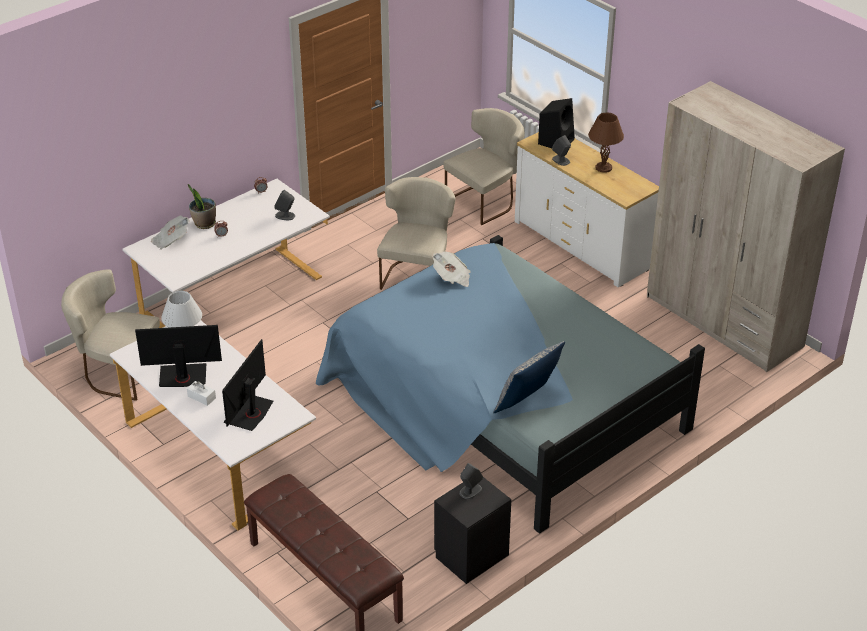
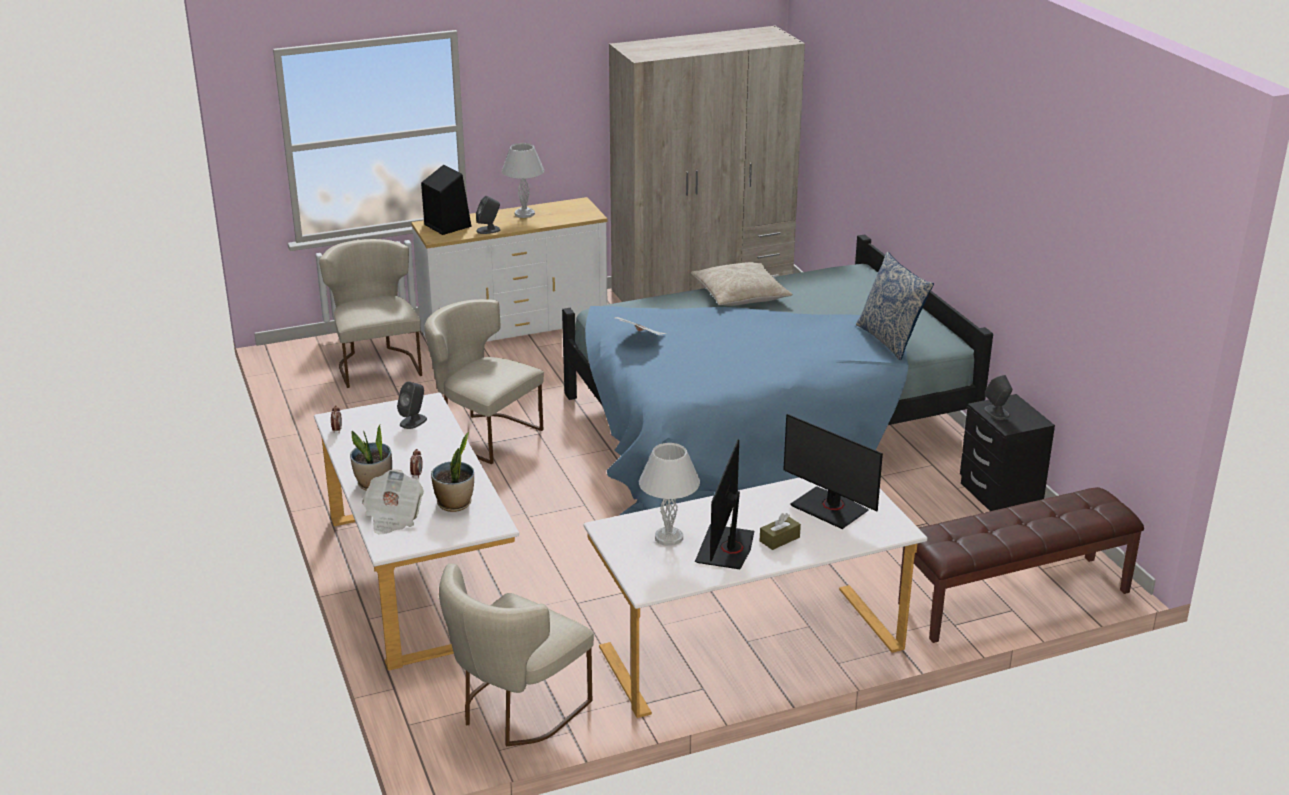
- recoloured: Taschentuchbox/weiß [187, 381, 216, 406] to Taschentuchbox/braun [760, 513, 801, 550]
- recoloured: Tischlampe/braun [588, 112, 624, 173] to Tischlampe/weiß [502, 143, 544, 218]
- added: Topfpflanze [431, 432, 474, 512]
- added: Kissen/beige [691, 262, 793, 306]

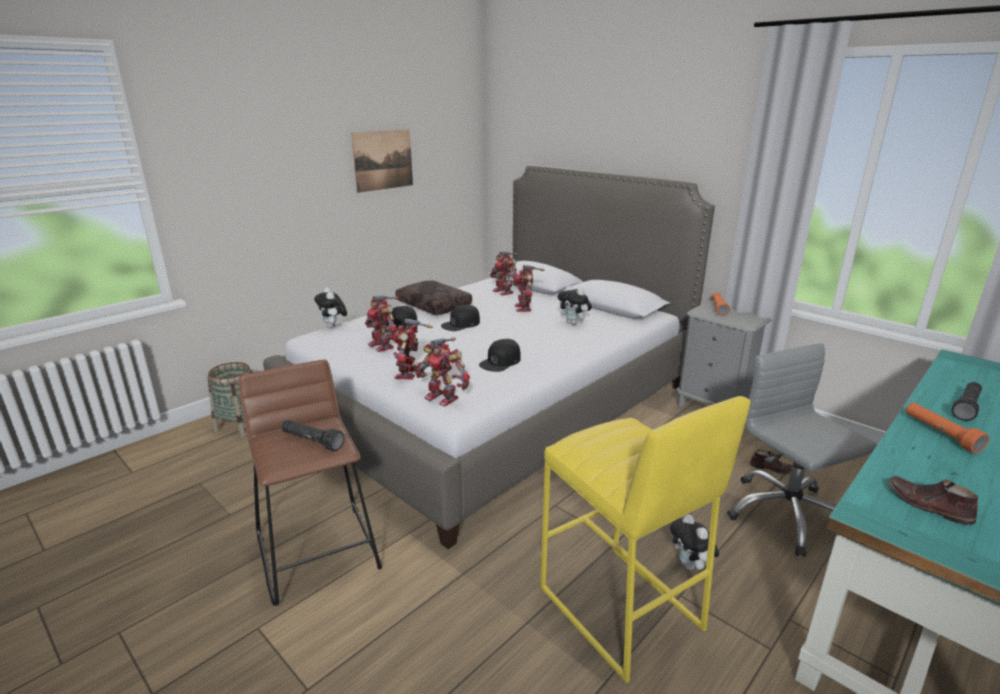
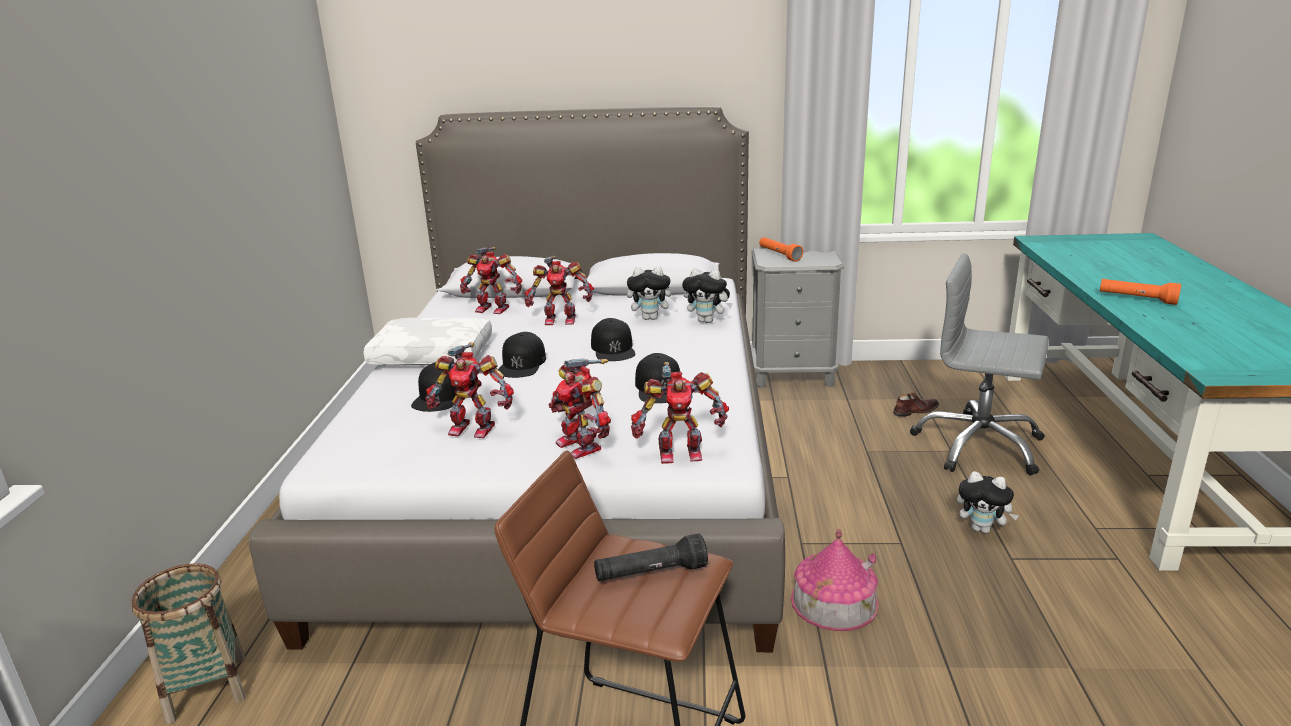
- moved: Plüschtier [314, 287, 347, 328] to [682, 268, 733, 323]
- removed: Bild [351, 129, 413, 193]
- recoloured: Kissen/braun [395, 280, 472, 315] to Kissen/weiß [364, 318, 492, 366]
- turned: Spielzeugroboter [514, 265, 545, 312] = [524, 256, 594, 325] 45 degrees counterclockwise
- removed: Hocker/gelb [540, 396, 751, 683]
- removed: Schuh/braun [888, 476, 978, 525]
- removed: Taschenlampe/schwarz [952, 382, 982, 421]
- added: Kappe/schwarz [591, 318, 635, 361]
- added: Spielzeughaus [791, 529, 879, 631]

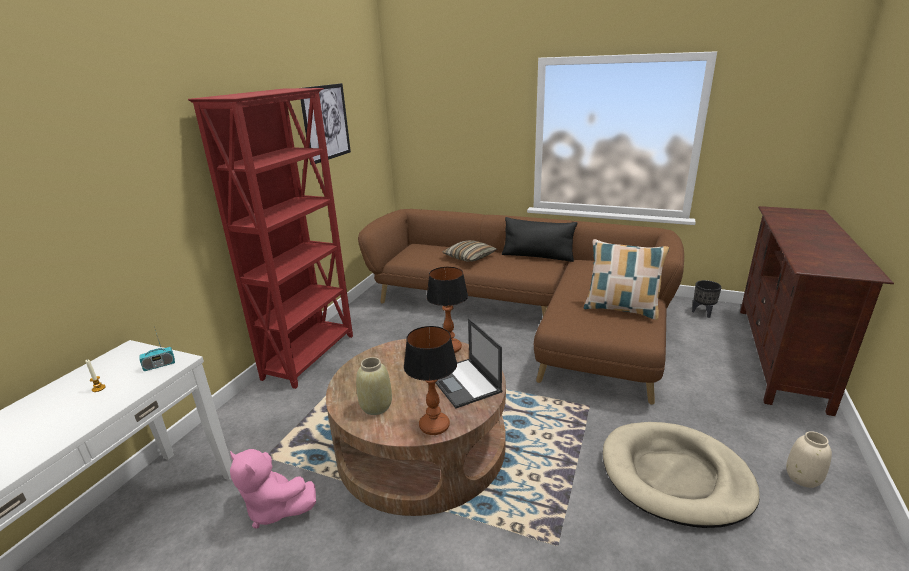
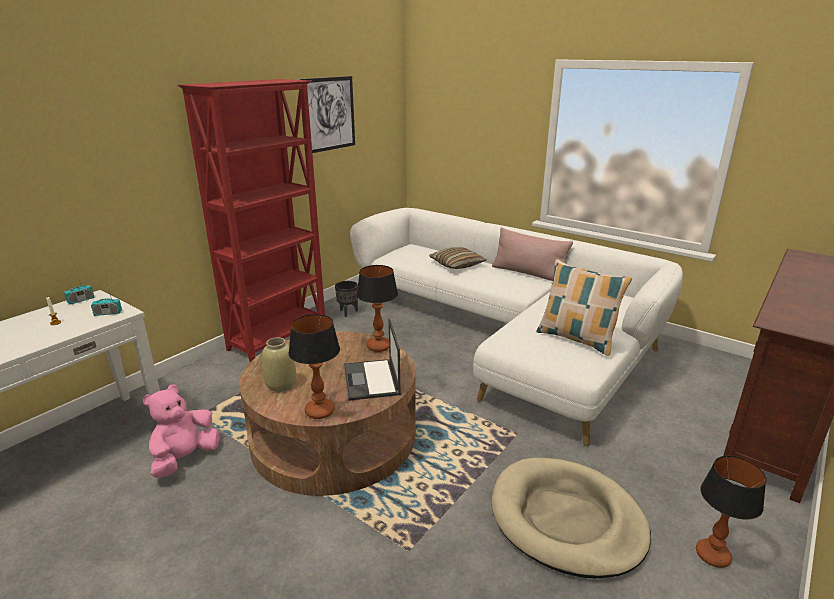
- turned: Plüschtier/rosa [230, 449, 316, 528] = [143, 384, 220, 478] 75 degrees clockwise
- recoloured: Sofa/braun [358, 209, 684, 405] to Sofa/weiß [350, 208, 683, 446]
- recoloured: Kissen/schwarz [502, 217, 578, 262] to Kissen/rosa [492, 227, 573, 281]
- moved: Pflanzkübel/schwarz [692, 280, 722, 318] to [335, 281, 358, 317]
- replaced: Vase/beige [786, 431, 832, 488] to Tischlampe [696, 456, 766, 568]
- added: Radio [64, 269, 94, 305]

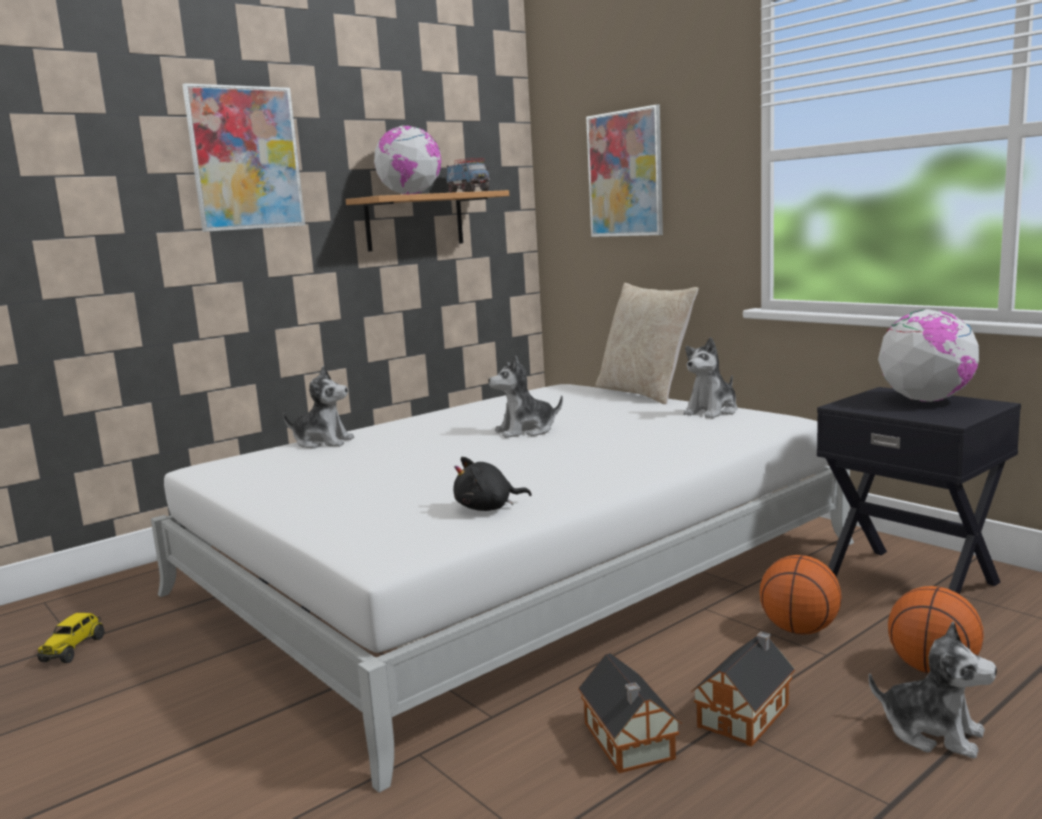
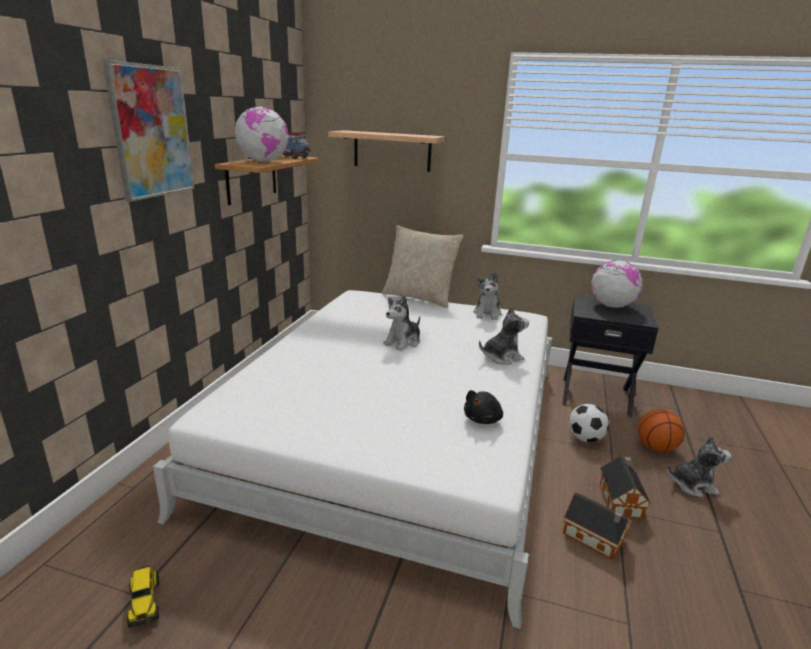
- moved: Plüschtier [283, 366, 354, 449] to [479, 306, 529, 365]
- replaced: Bild [586, 105, 663, 237] to Wandregal [328, 130, 445, 172]
- replaced: Basketball [760, 555, 842, 635] to Fußball [569, 404, 609, 443]

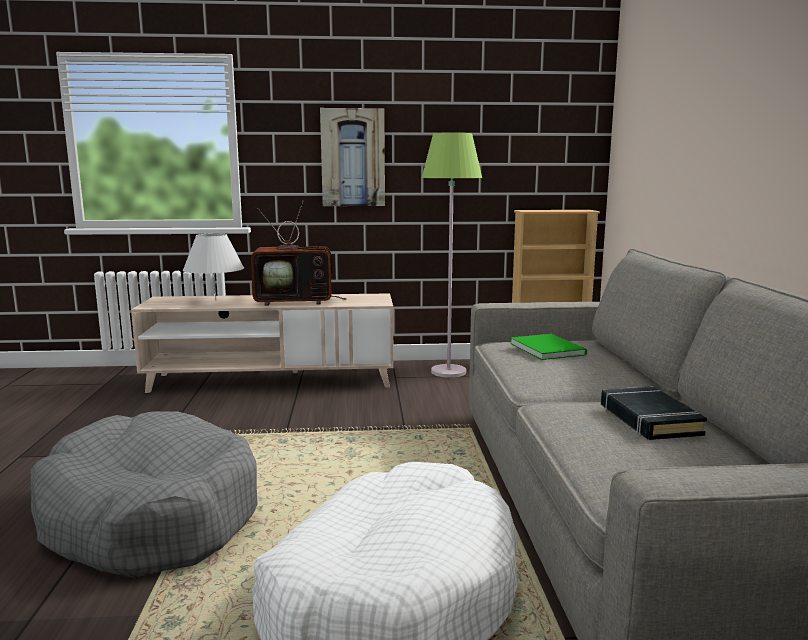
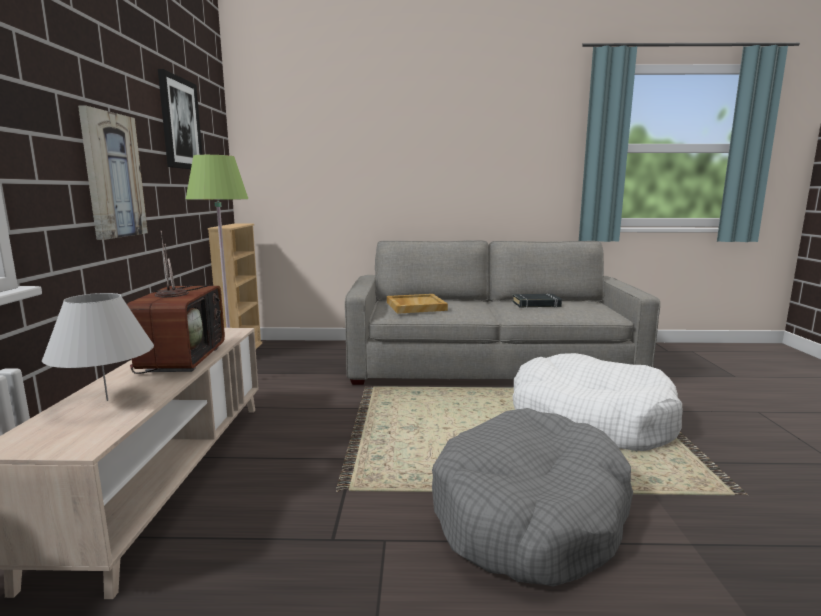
- replaced: Buch/grün [510, 334, 587, 360] to Tablett/beige [387, 294, 448, 314]
- added: Bild [158, 69, 202, 169]

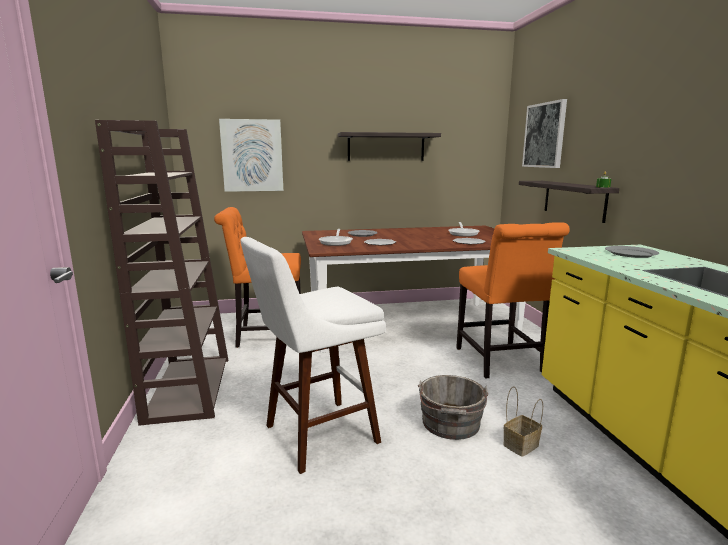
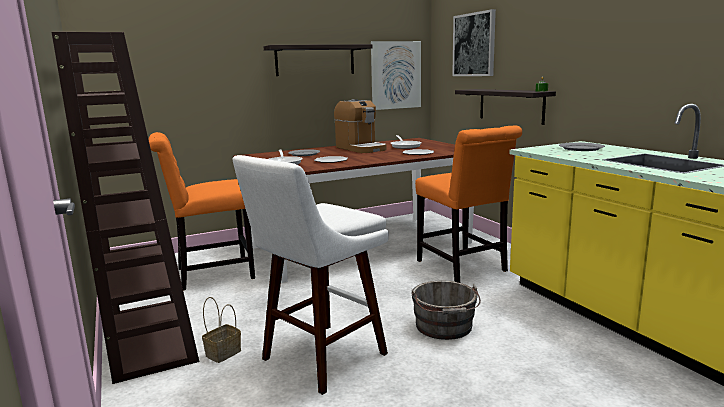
- moved: Bild [219, 119, 283, 192] to [371, 41, 421, 110]
- moved: Korb [503, 386, 543, 456] to [202, 297, 241, 363]
- added: Kaffeemaschine [334, 99, 387, 153]

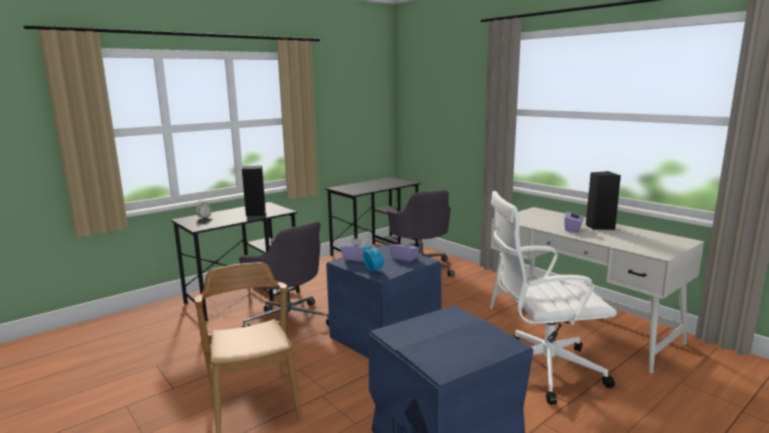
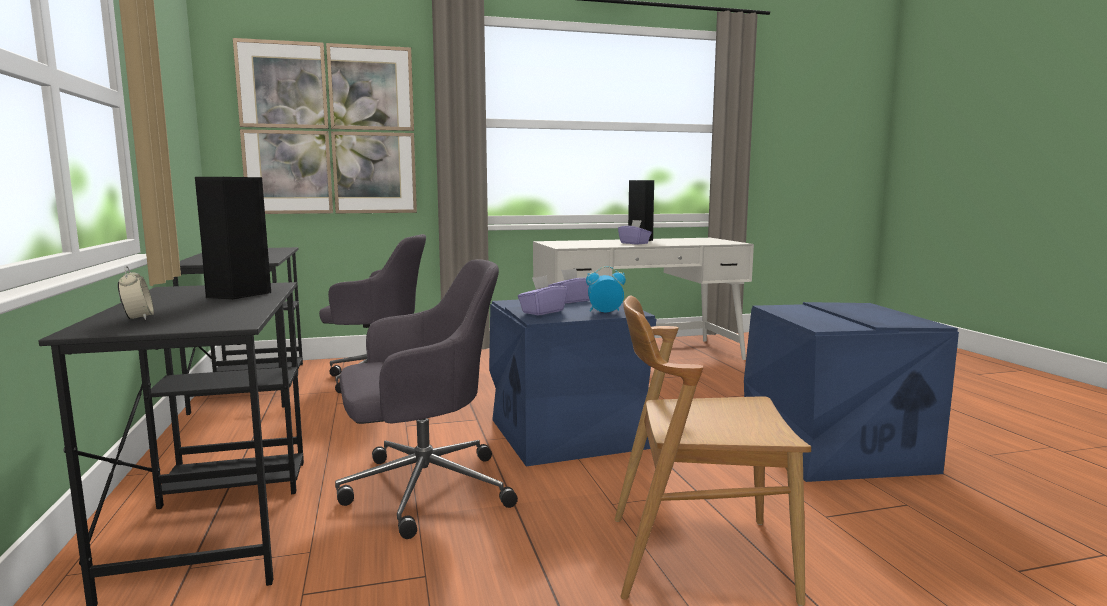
- removed: Bürostuhl/weiß [491, 191, 617, 405]
- added: Bild [233, 38, 417, 214]

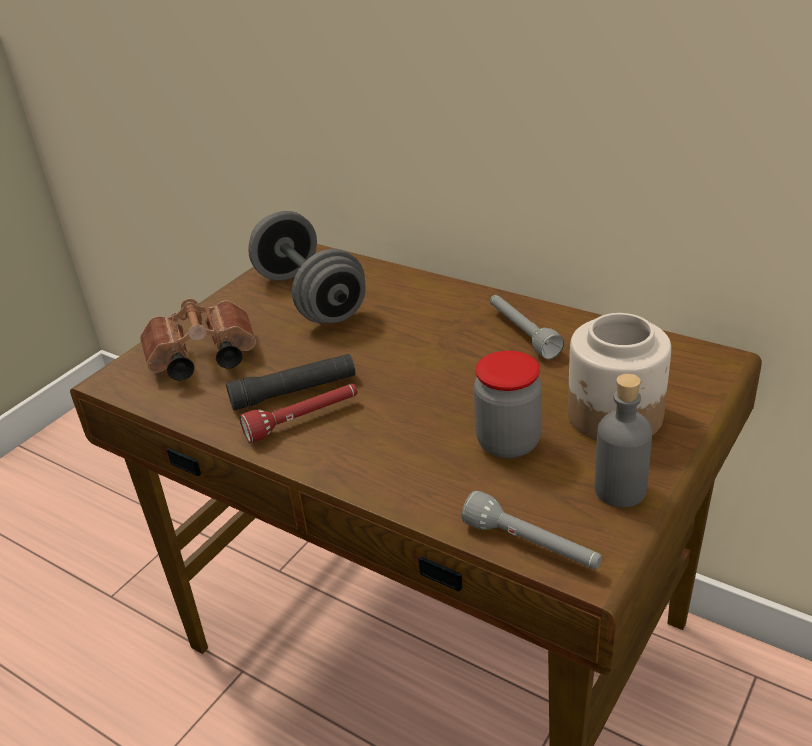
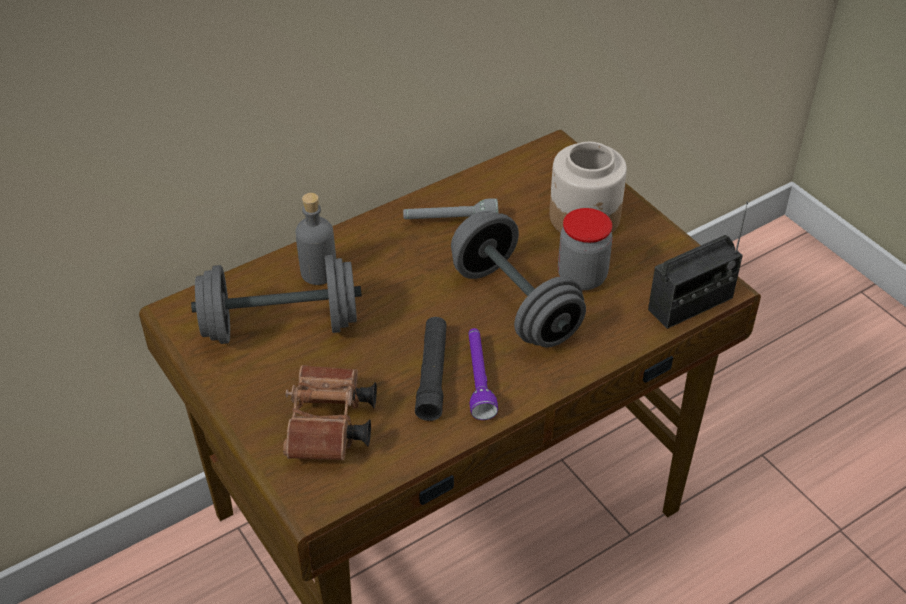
- recoloured: Taschenlampe/rot [239, 384, 358, 443] to Taschenlampe/lila [468, 328, 498, 420]
- replaced: Taschenlampe/grau [461, 491, 602, 569] to Radio [648, 201, 748, 329]
- moved: Flasche/grau [595, 374, 652, 508] to [295, 193, 336, 285]
- added: Hantel/grau [451, 211, 586, 347]

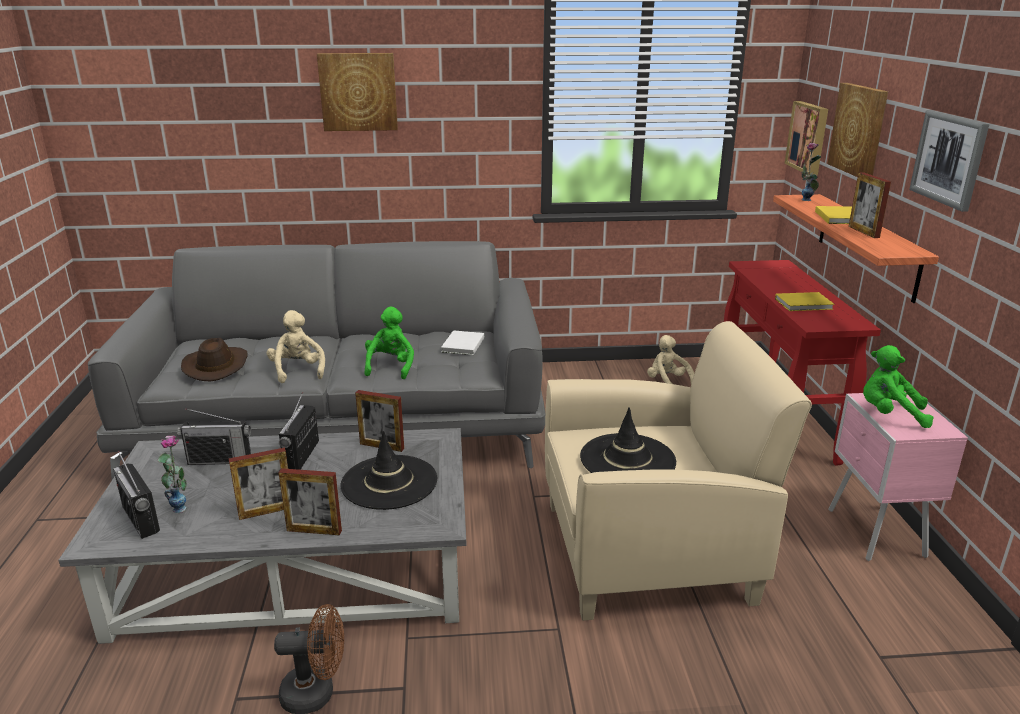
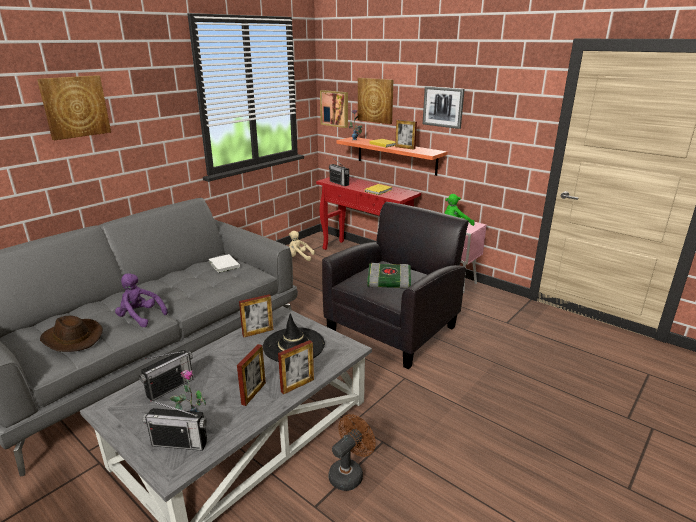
- recoloured: Plüschtier/beige [267, 310, 325, 383] to Plüschtier/lila [115, 273, 168, 327]
- moved: Radio [279, 392, 319, 470] to [329, 159, 349, 186]
- removed: Plüschtier/grün [365, 306, 414, 379]
- recoloured: Sessel/beige [545, 321, 812, 621] to Sessel/schwarz [322, 202, 469, 369]
- replaced: Hut/schwarz [580, 407, 676, 473] to Buch [367, 263, 411, 289]

